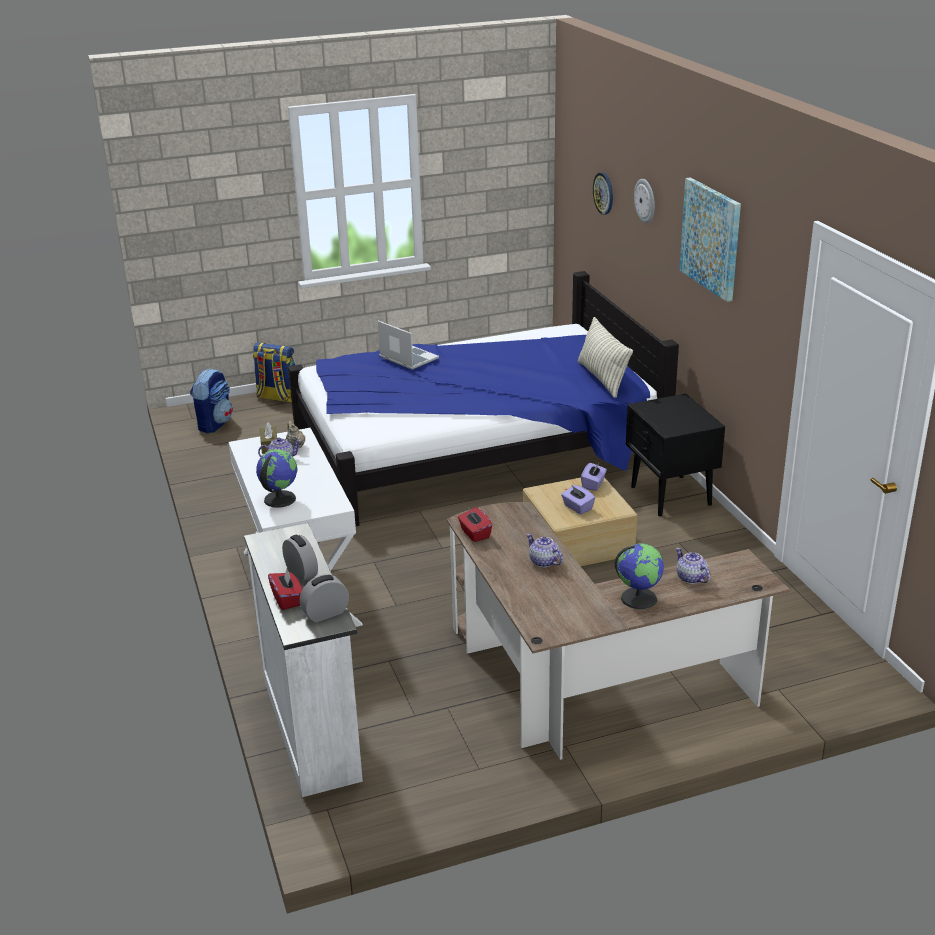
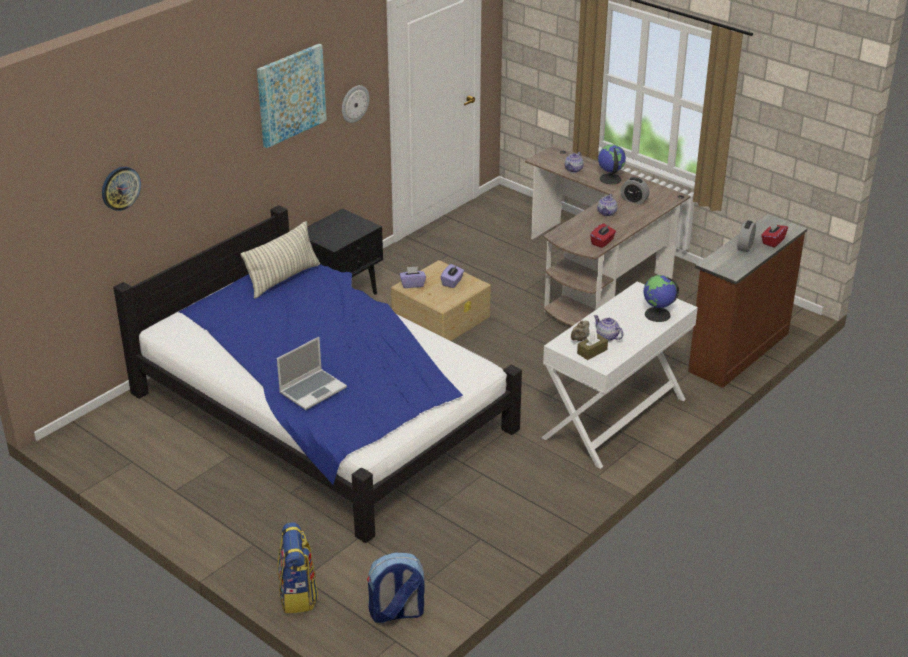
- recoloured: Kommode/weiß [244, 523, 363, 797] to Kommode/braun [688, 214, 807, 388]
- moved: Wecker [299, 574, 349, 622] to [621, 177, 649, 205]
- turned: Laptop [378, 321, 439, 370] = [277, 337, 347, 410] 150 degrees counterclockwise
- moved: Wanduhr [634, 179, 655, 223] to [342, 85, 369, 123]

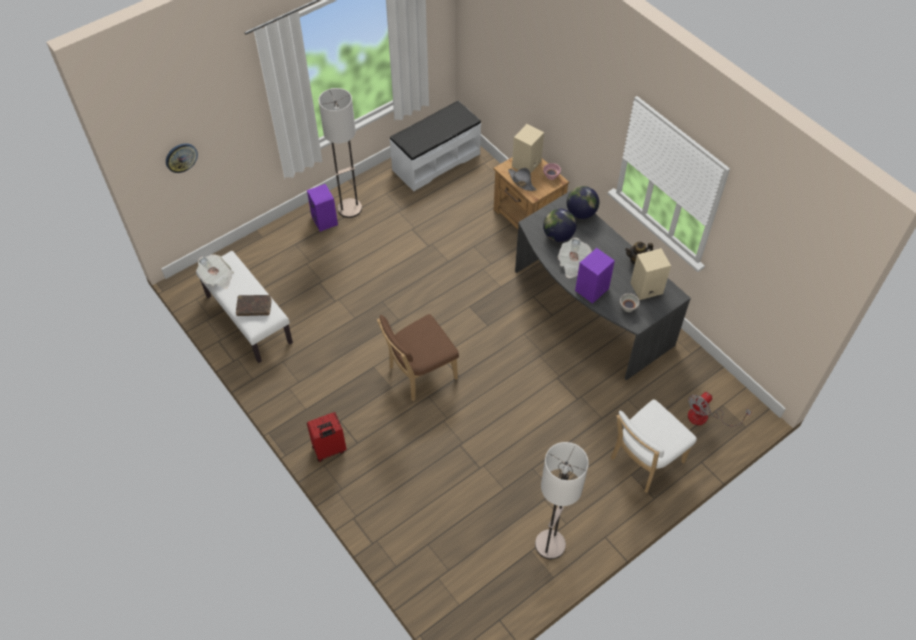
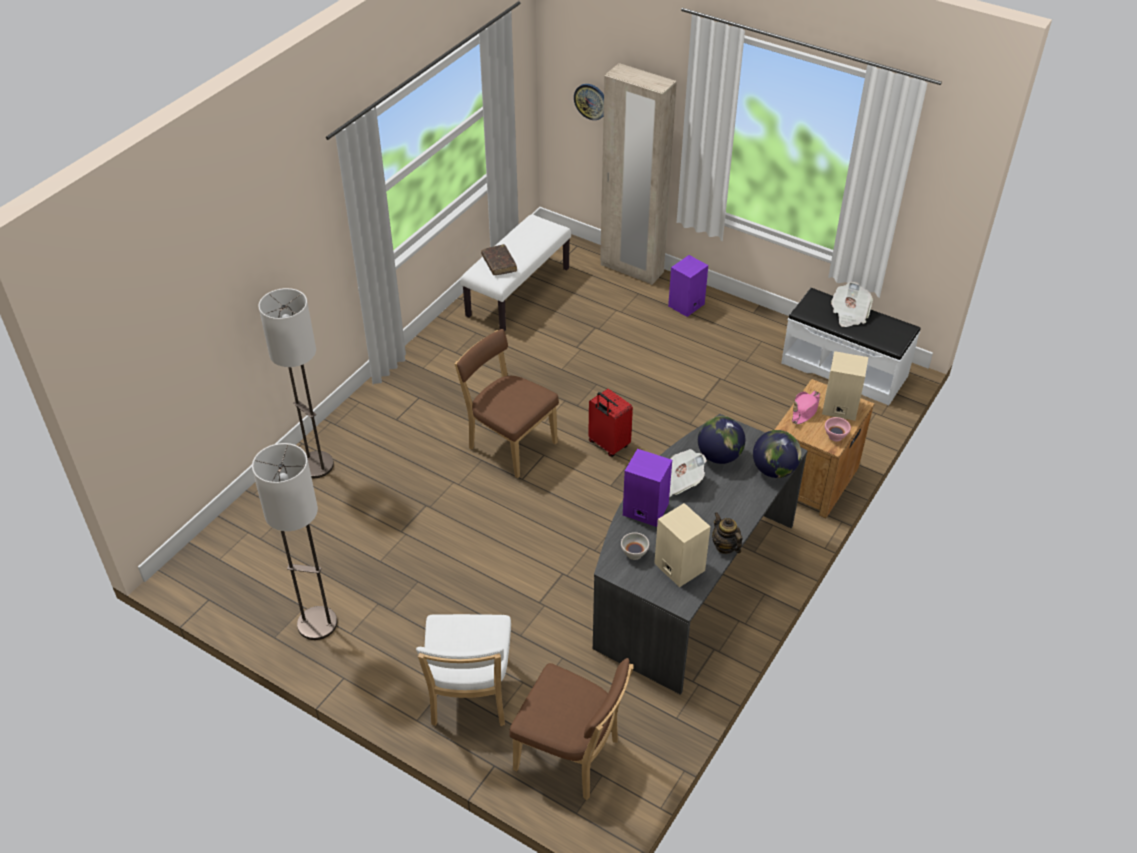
- moved: Zeitung [197, 254, 234, 289] to [831, 282, 873, 327]
- moved: Koffer/rot [307, 412, 346, 462] to [588, 389, 633, 457]
- moved: Stehlampe [318, 88, 362, 218] to [258, 288, 334, 478]
- recoloured: Hut/grau [508, 168, 537, 191] to Hut/rosa [792, 391, 820, 424]
- turned: Stuhl/weiß [611, 399, 697, 493] = [416, 614, 511, 726] 120 degrees counterclockwise
- replaced: Ventilator [688, 392, 751, 427] to Stuhl/braun [509, 658, 634, 800]
- added: Kleiderschrank/beige [600, 63, 677, 285]

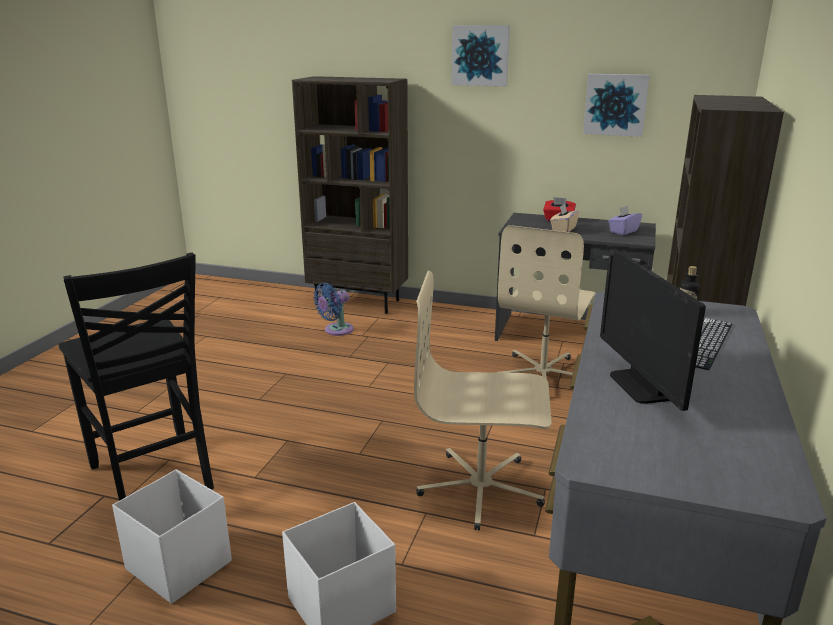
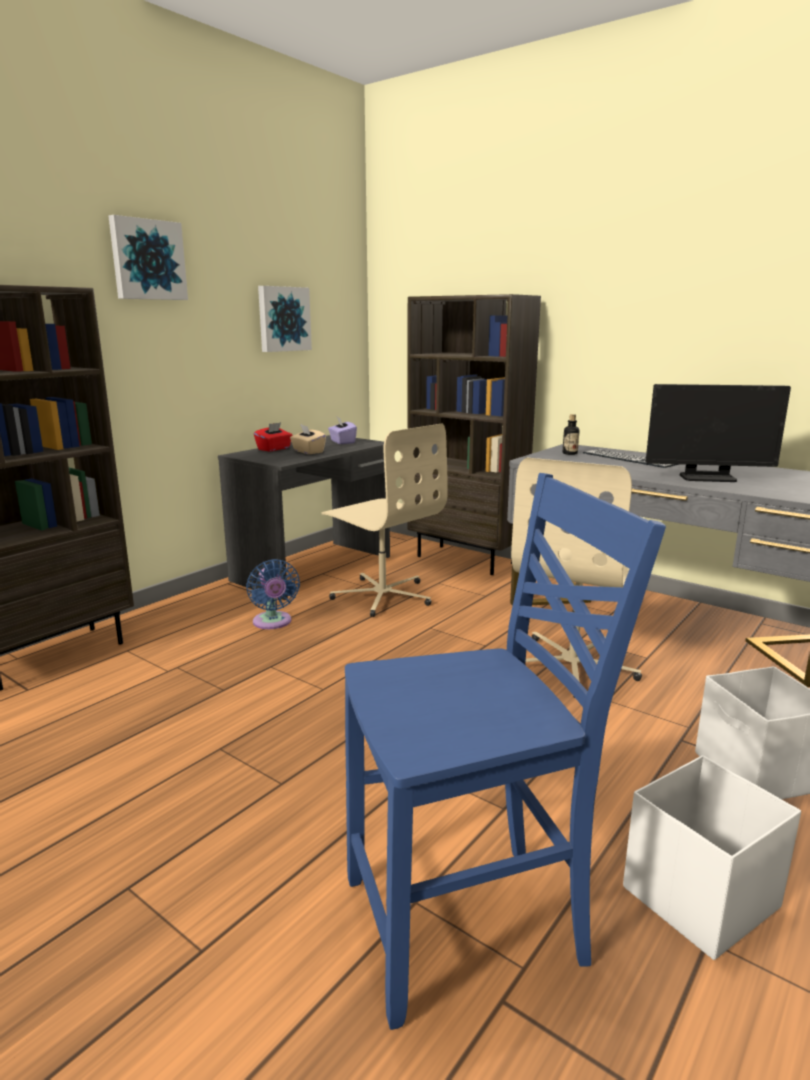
- recoloured: Stuhl/schwarz [58, 253, 214, 501] to Stuhl/blau [345, 473, 666, 1030]
- moved: Ventilator/blau [313, 283, 354, 336] to [246, 559, 300, 629]

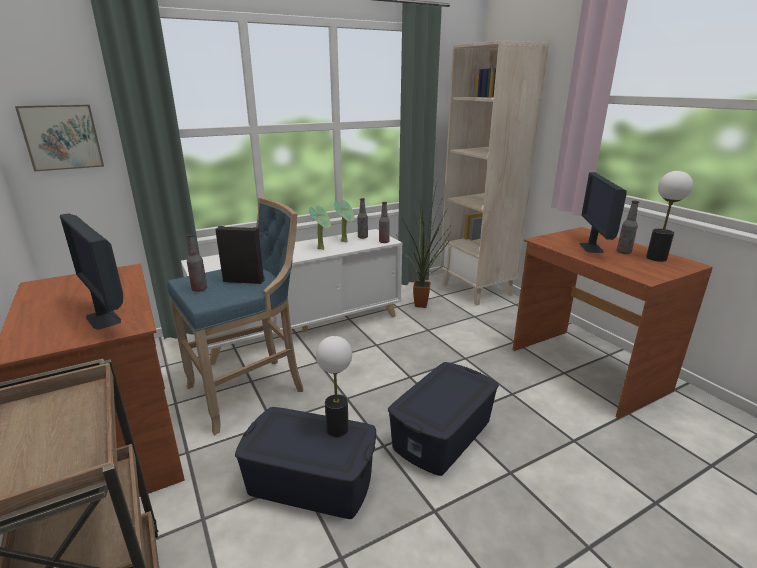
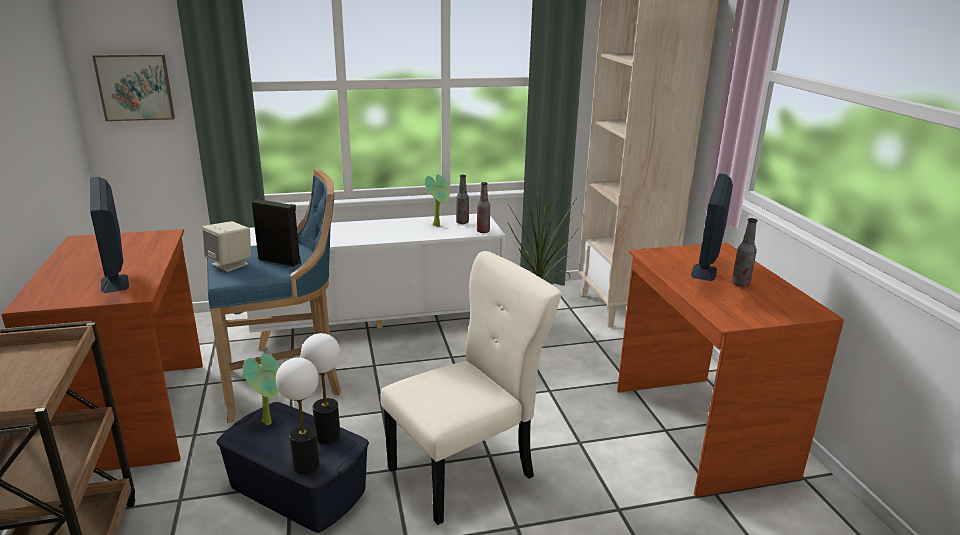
- replaced: Flasche [186, 233, 207, 292] to Lautsprecher/beige [202, 221, 251, 272]
- moved: Topfpflanze [309, 205, 331, 250] to [243, 353, 280, 426]
- replaced: Aufbewahrungsbox/blau [388, 362, 499, 476] to Stuhl/beige [381, 251, 562, 525]
- moved: Tischlampe [646, 171, 693, 262] to [276, 357, 320, 474]

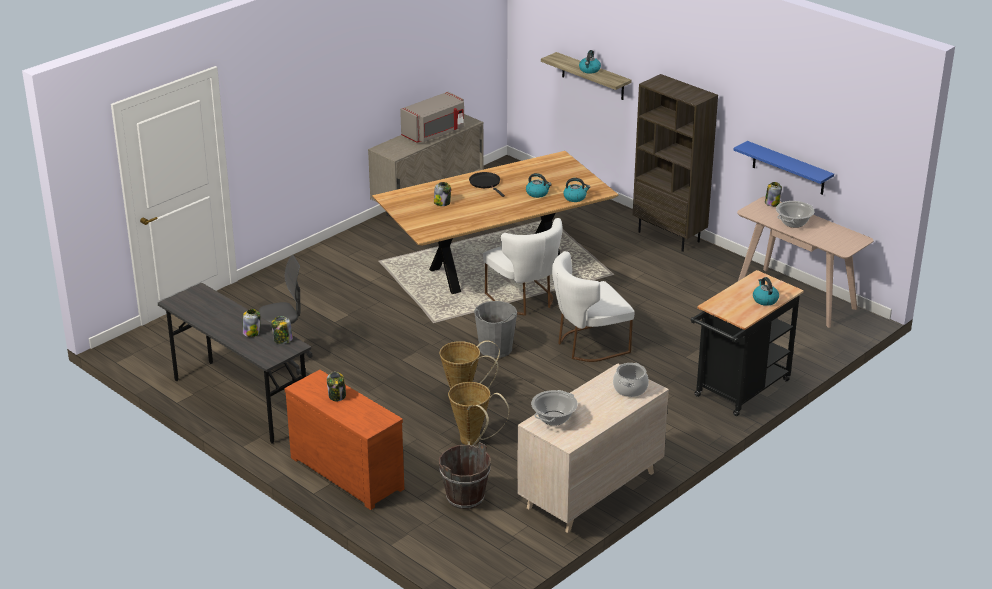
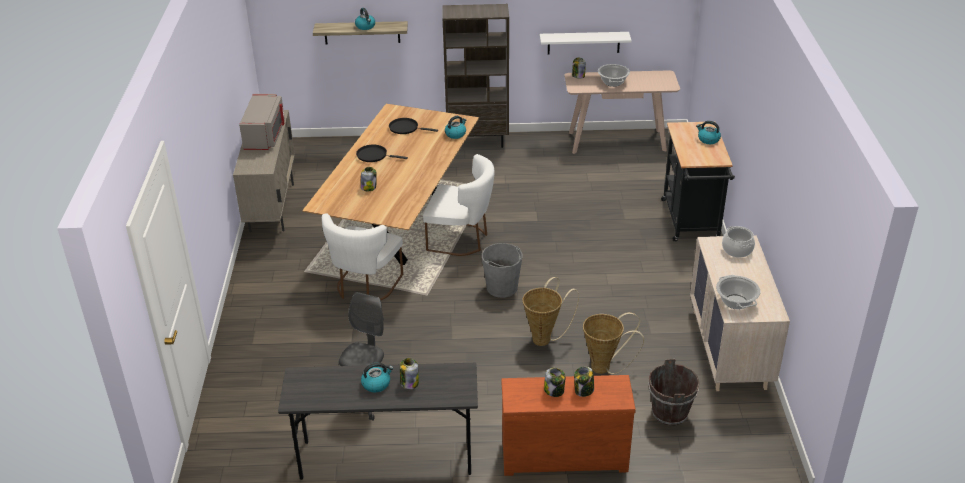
- moved: Vorratsglas [271, 316, 293, 344] to [574, 366, 594, 397]
- moved: Wasserkessel [526, 173, 552, 198] to [361, 362, 393, 392]
- moved: Stuhl/weiß [552, 251, 634, 362] to [322, 213, 403, 300]
- recoloured: Wandregal/blau [733, 141, 834, 195] to Wandregal/weiß [540, 32, 632, 54]
- added: Pfanne/schwarz [389, 118, 438, 134]

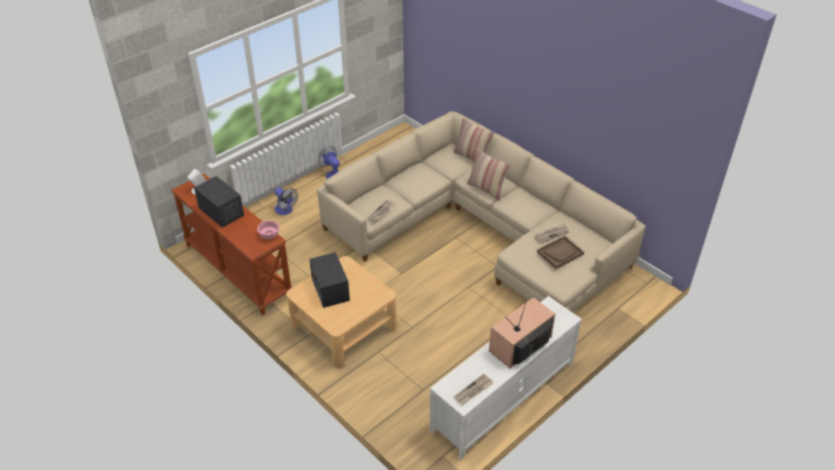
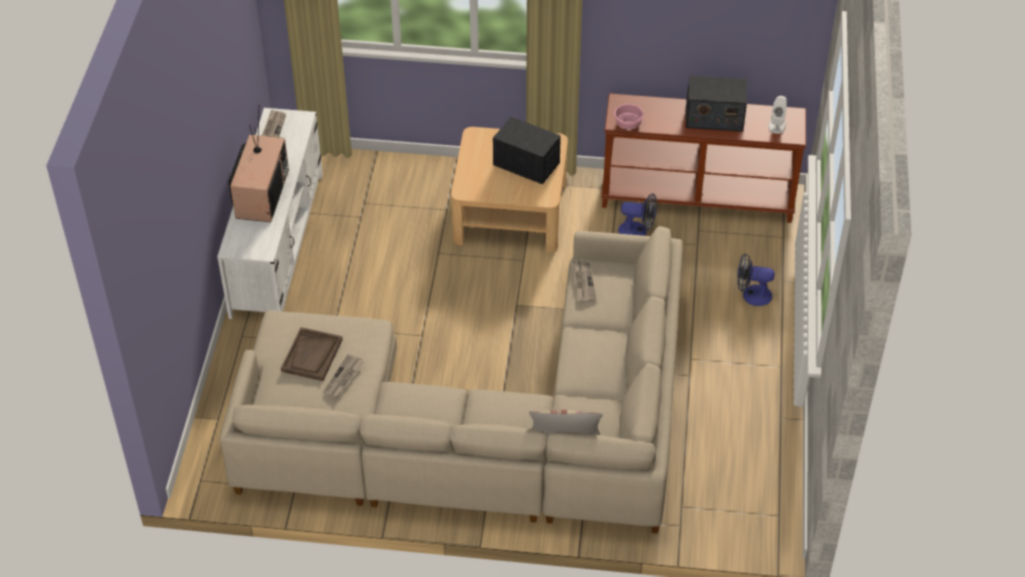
- moved: Ventilator [318, 146, 340, 179] to [618, 193, 657, 236]
- removed: Kissen [467, 148, 510, 201]

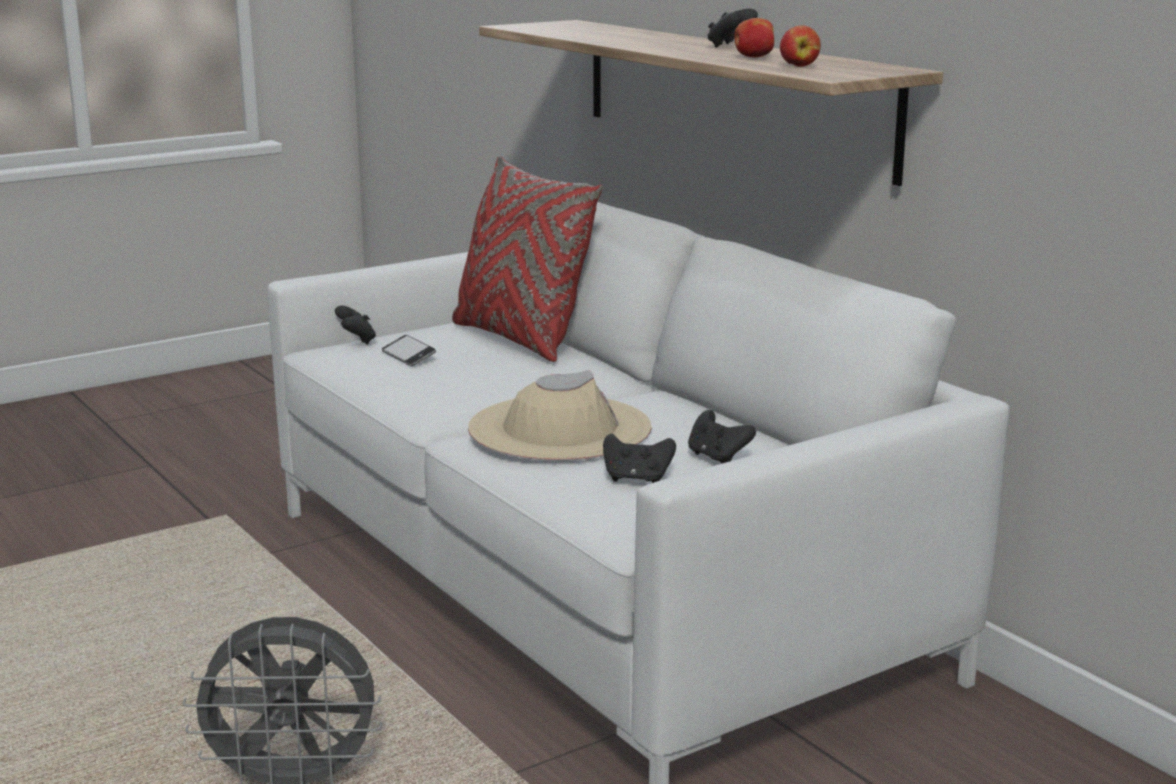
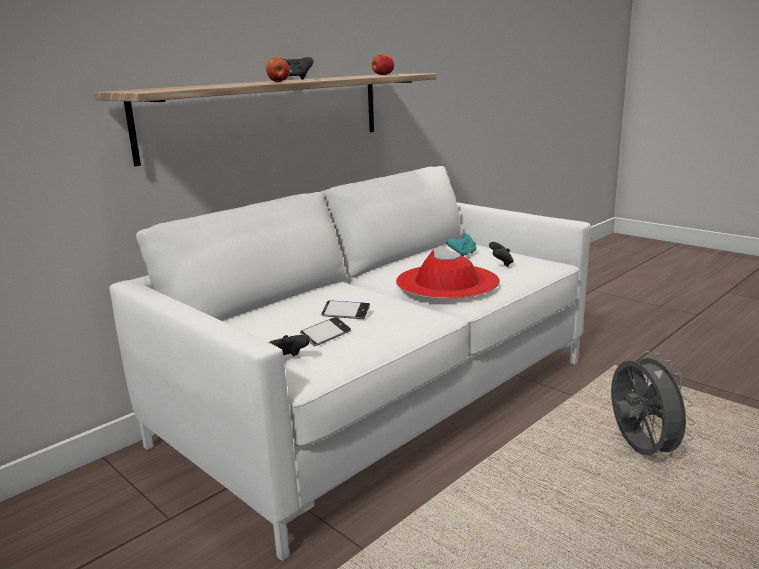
- removed: Kissen/rot [452, 156, 603, 362]
- recoloured: Hut/beige [468, 370, 652, 461] to Hut/rot [396, 247, 500, 299]
- recoloured: Gamepad/schwarz [688, 410, 756, 464] to Gamepad/türkis [446, 233, 476, 256]
- moved: Apfel [734, 18, 774, 57] to [266, 57, 290, 82]
- added: Handy [321, 300, 370, 319]

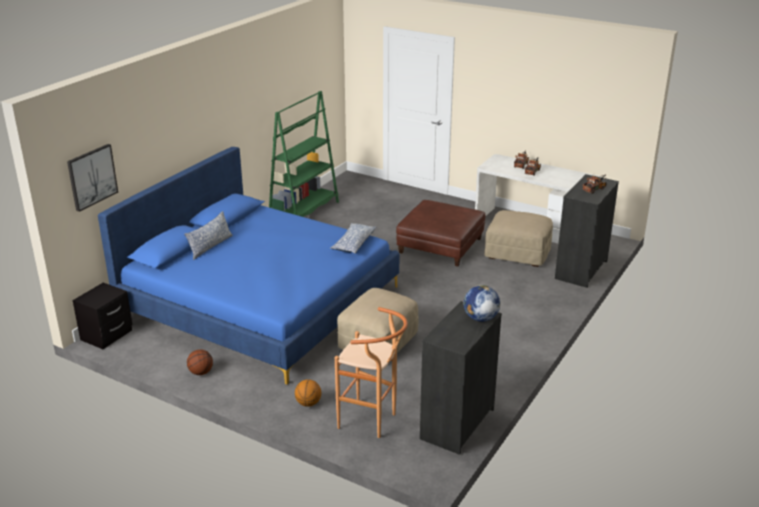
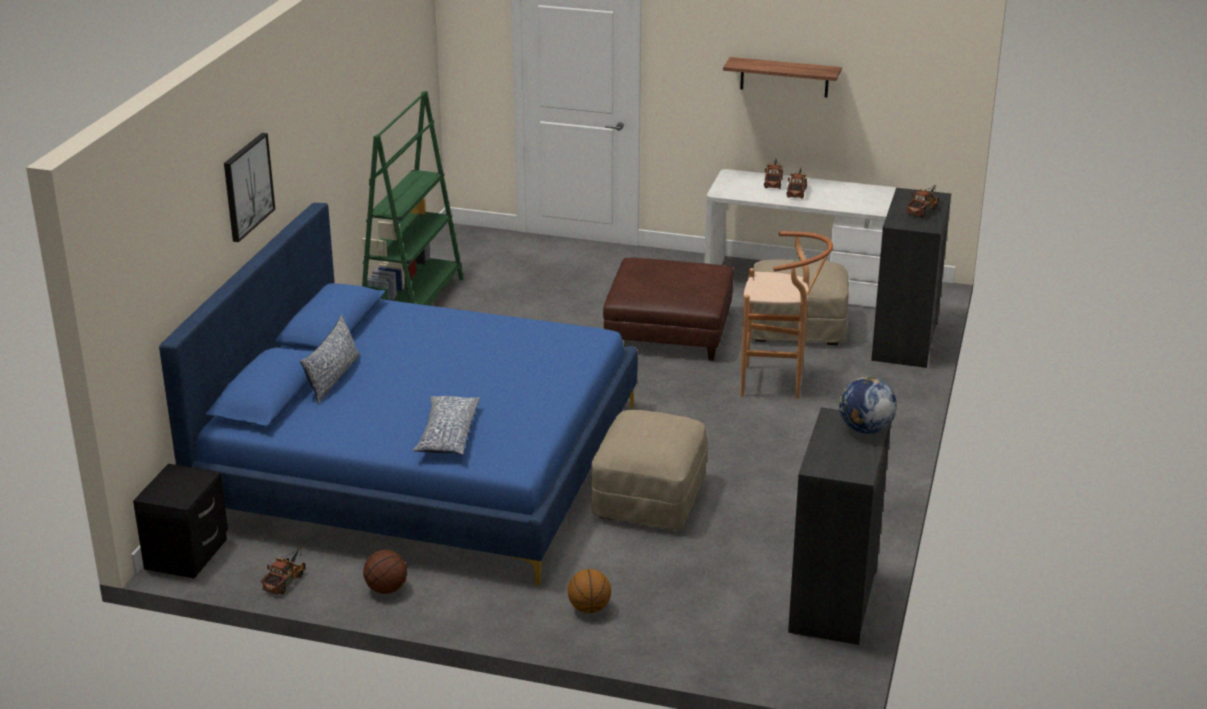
- moved: Bild [67, 144, 118, 212] to [224, 133, 275, 242]
- moved: Kissen [330, 223, 376, 254] to [413, 396, 480, 455]
- moved: Hocker/braun [335, 307, 408, 438] to [741, 231, 833, 399]
- added: Spielzeuglaster [261, 547, 306, 595]
- added: Wandregal [723, 57, 842, 98]

